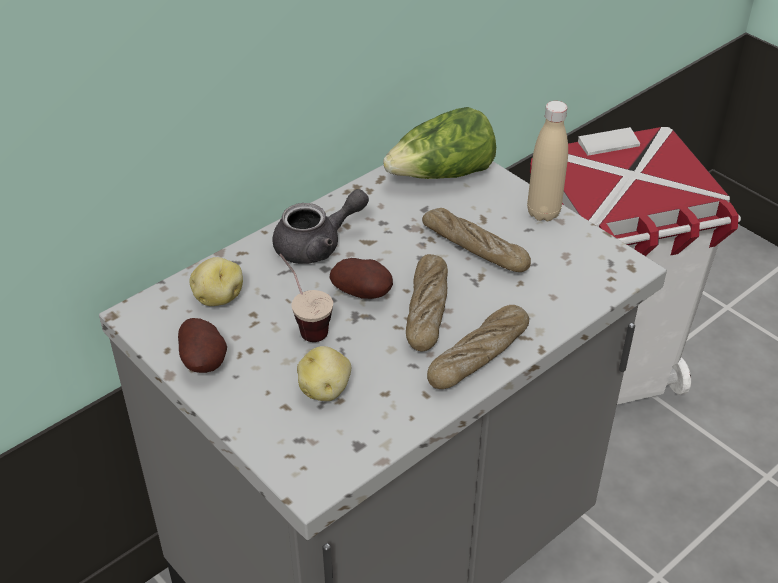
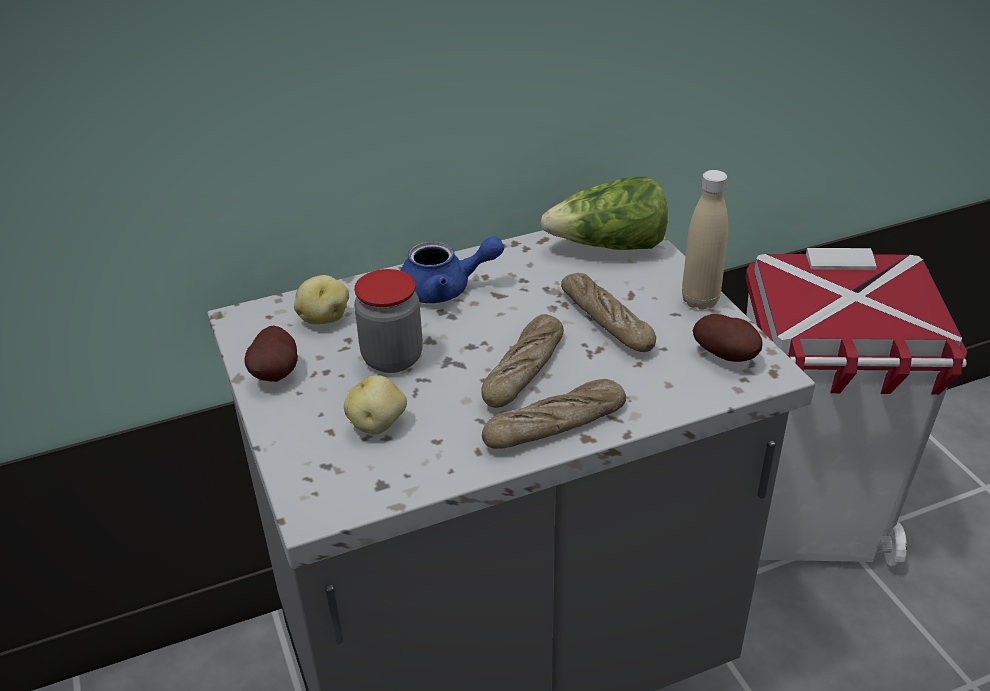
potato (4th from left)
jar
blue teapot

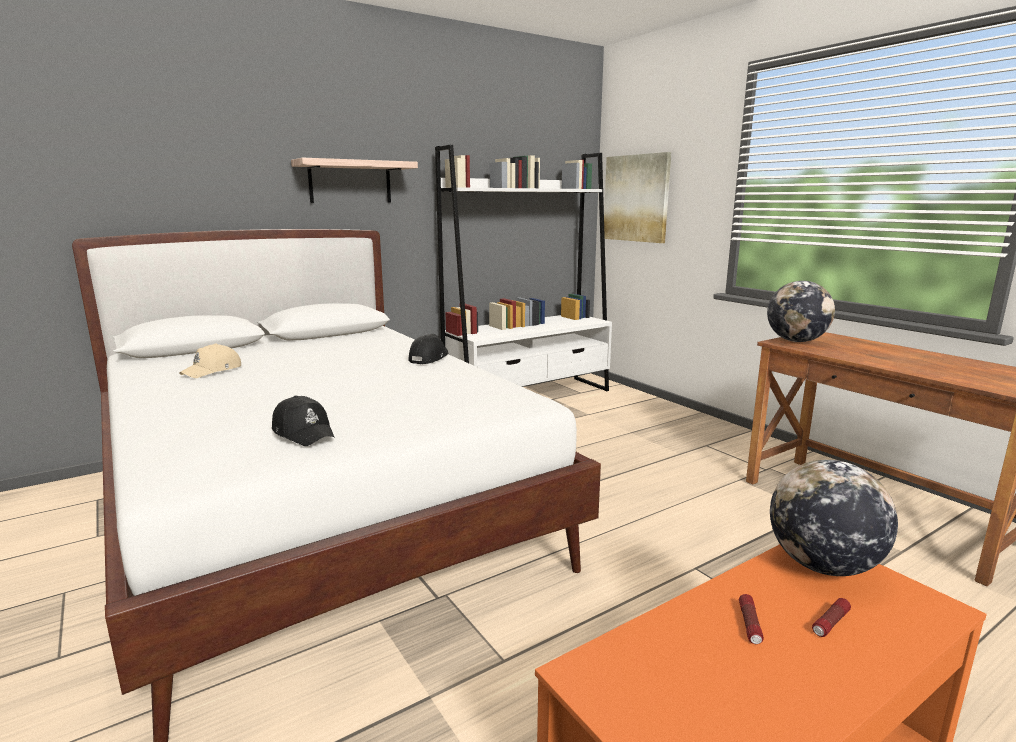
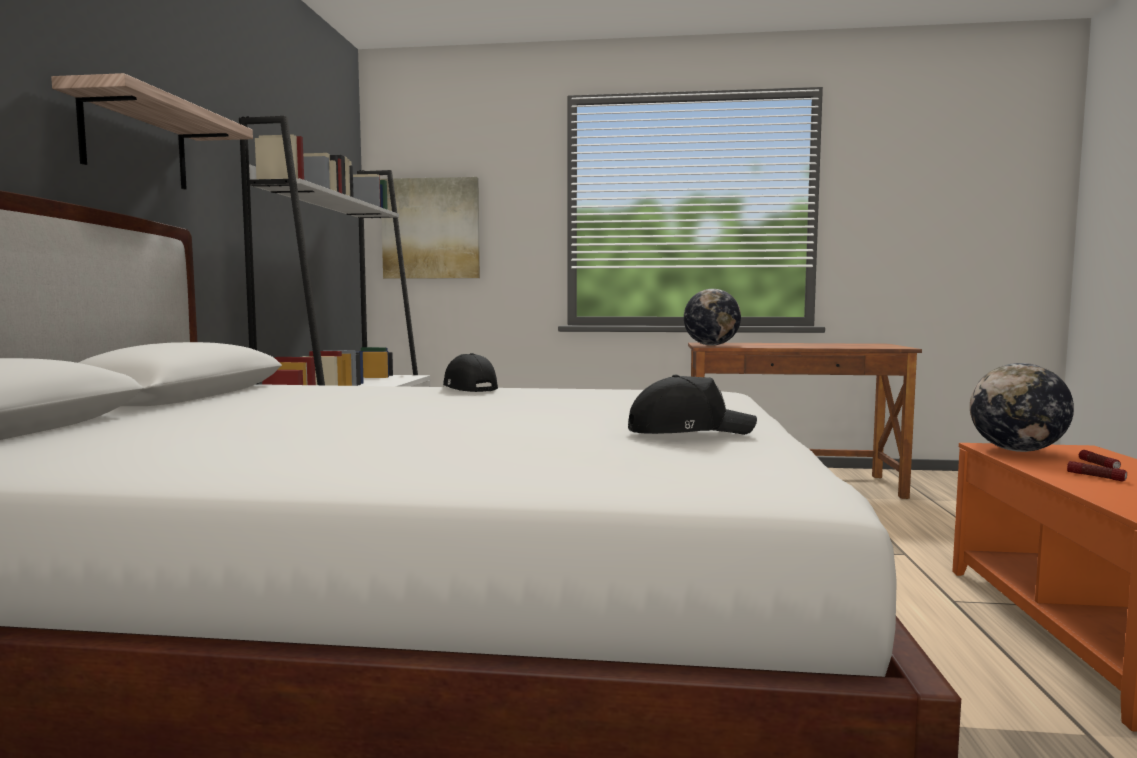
beige cap

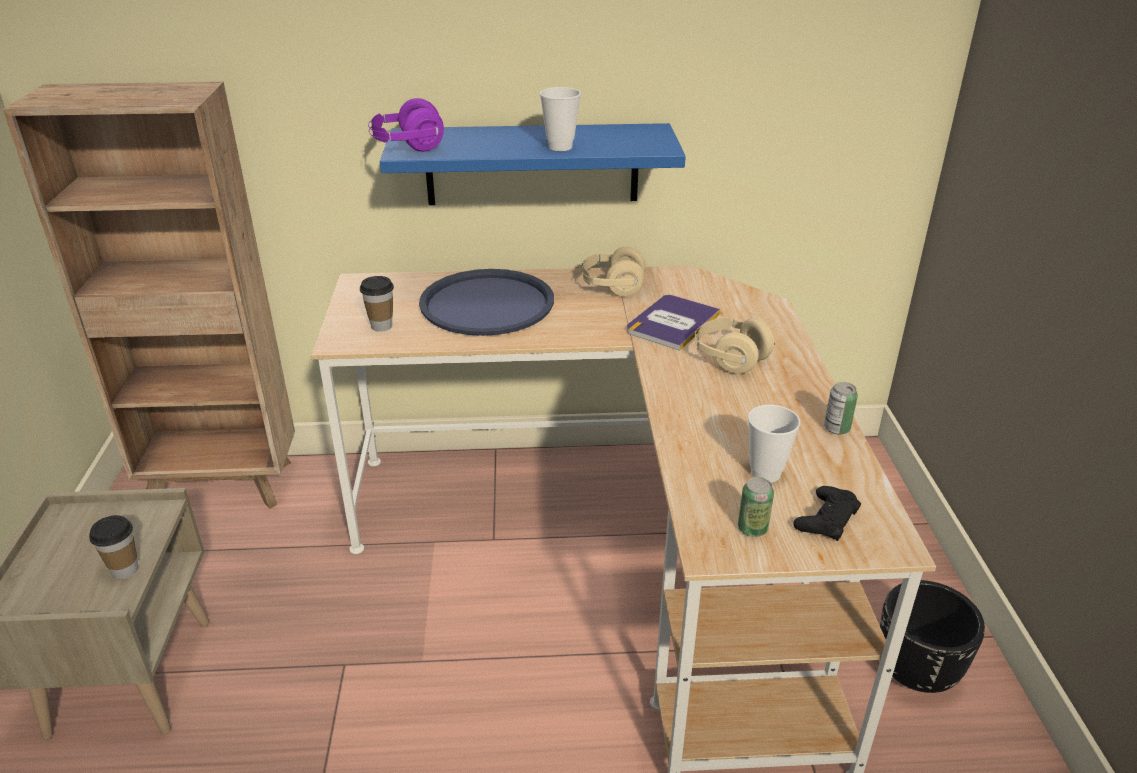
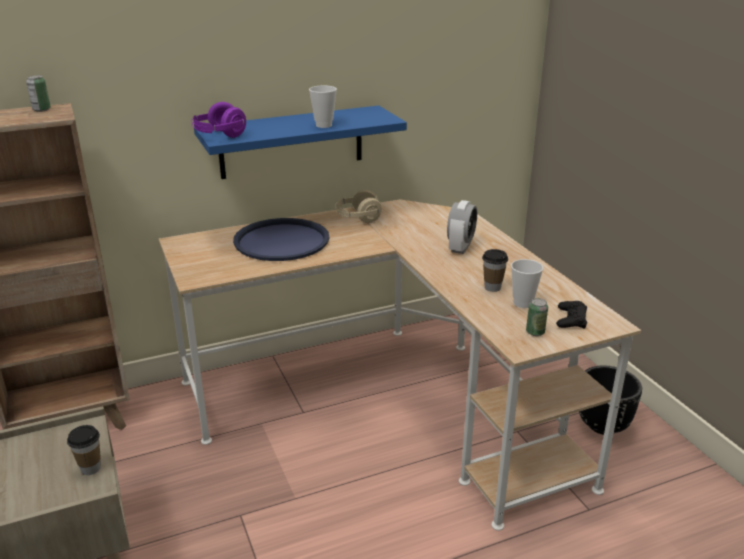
book
cup (3rd from left)
can (1st from left)
alarm clock

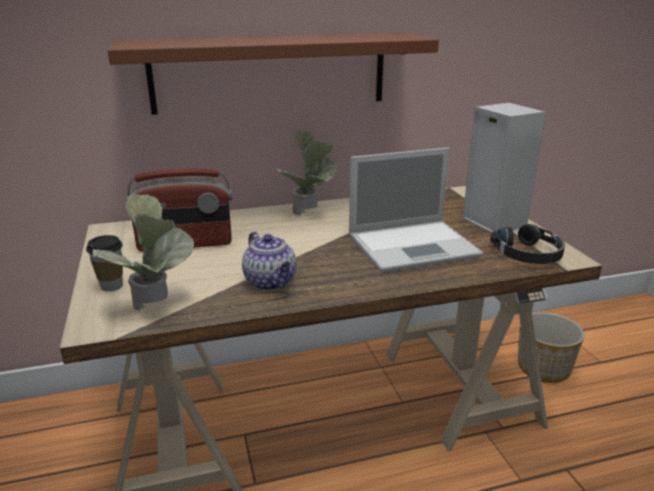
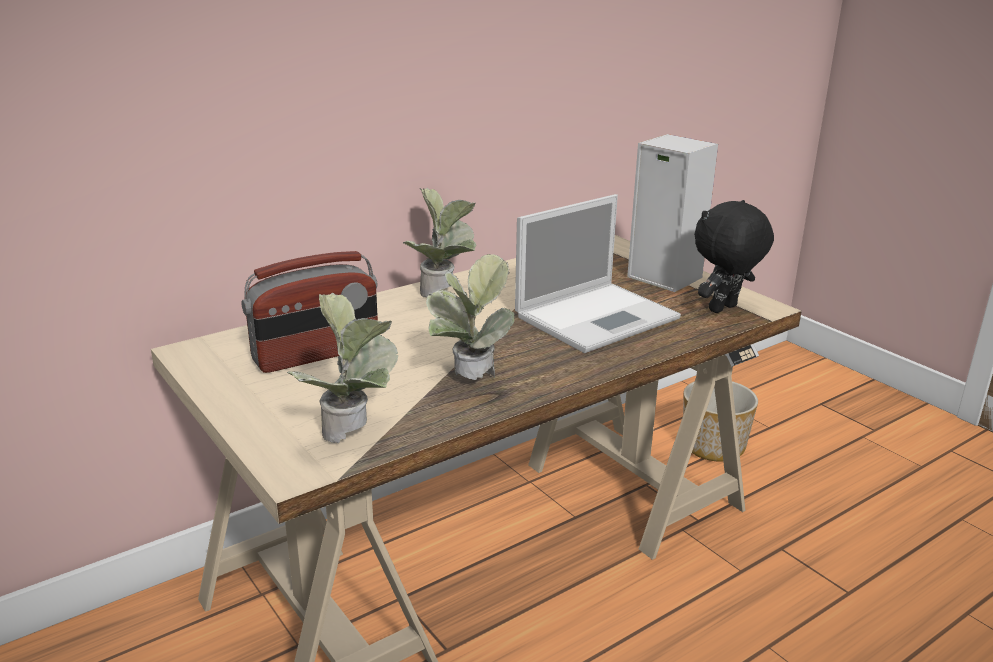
cup
brown shelf
potted plant (3rd from left)
black plush toy

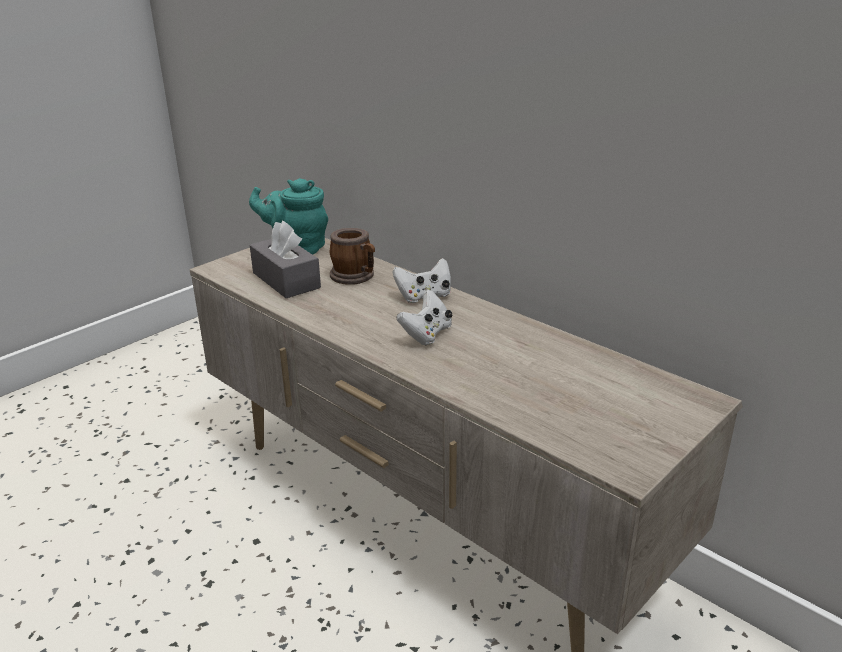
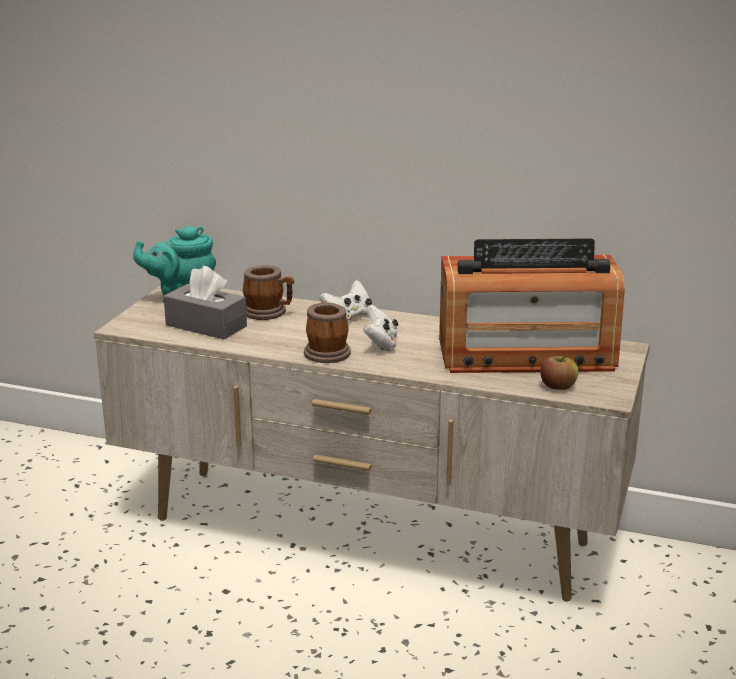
mug (2nd from left)
radio
apple

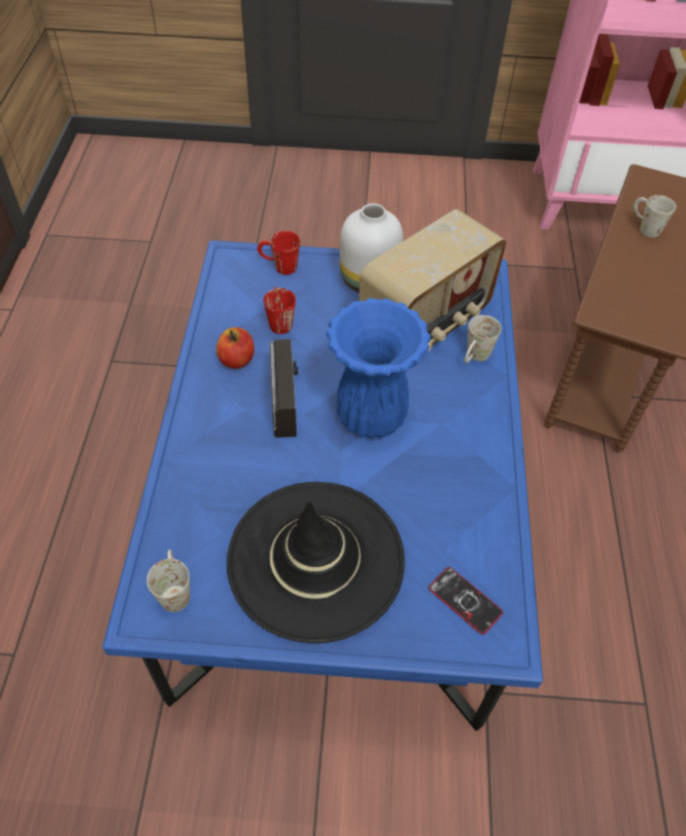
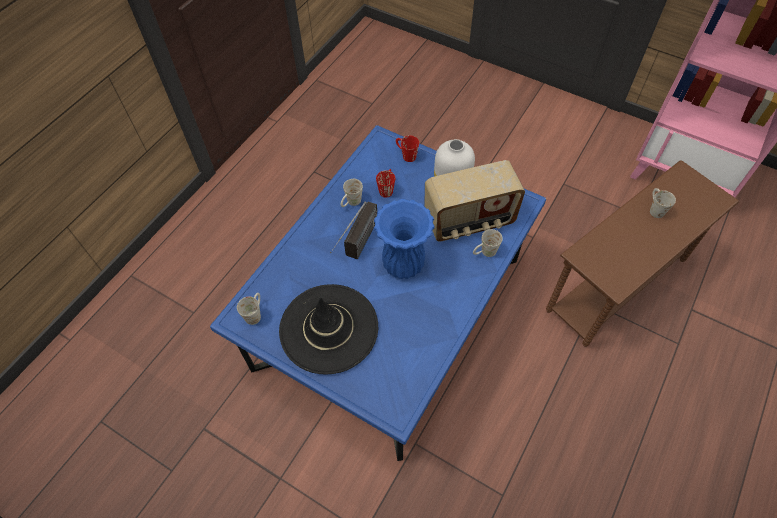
phone
white mug (2nd from left)

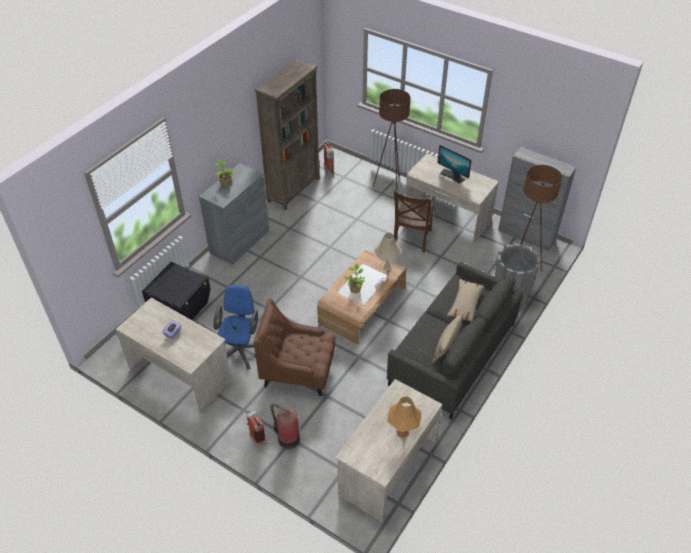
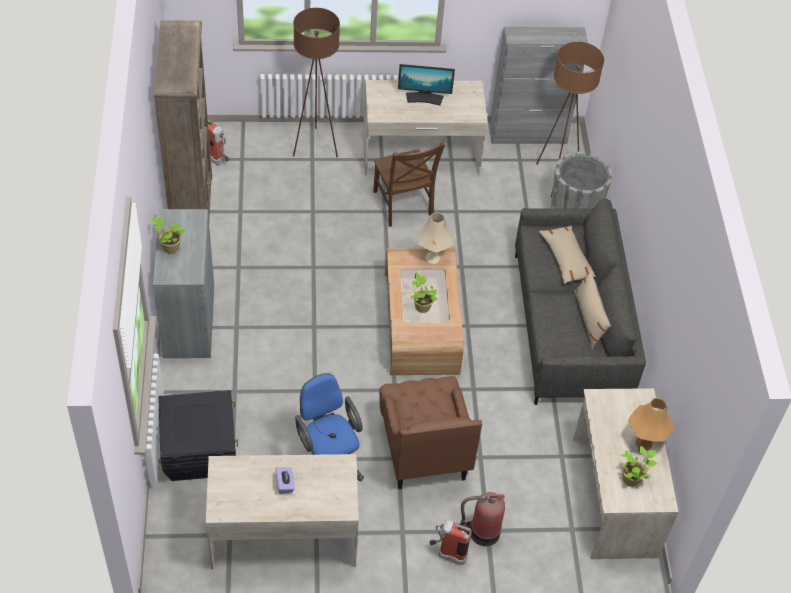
potted plant (3rd from left)
brown armchair

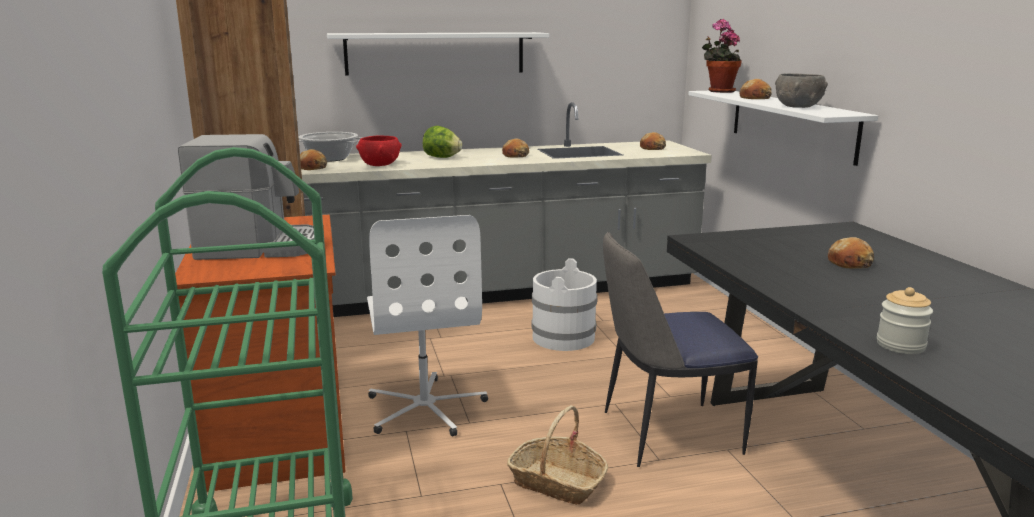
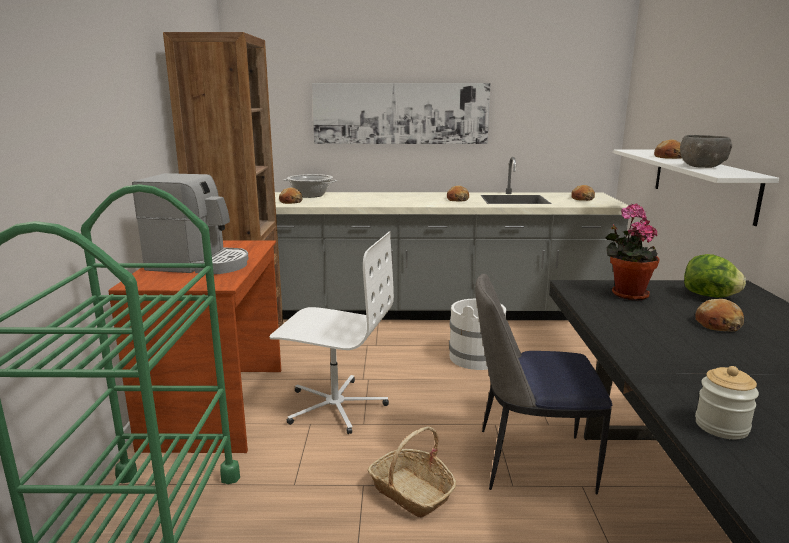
red bowl
lettuce
potted plant
picture
white office chair

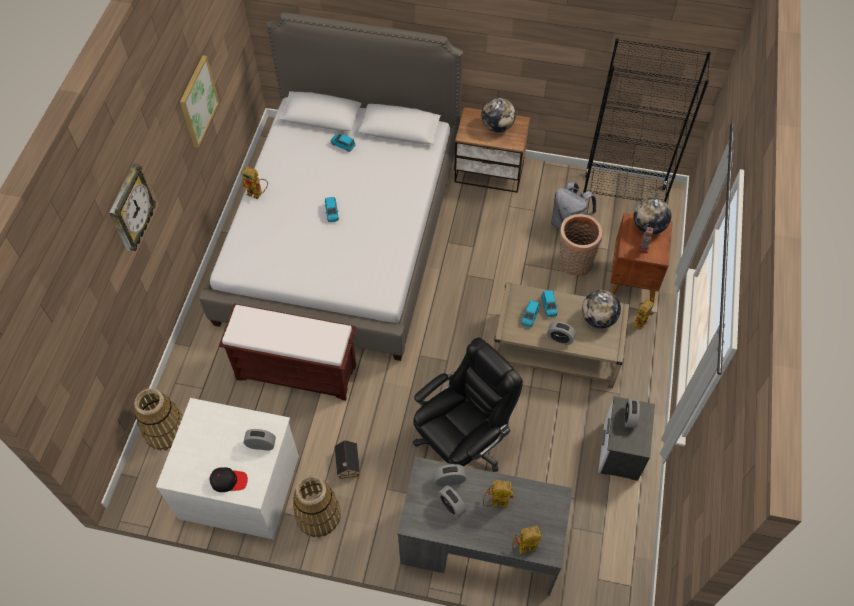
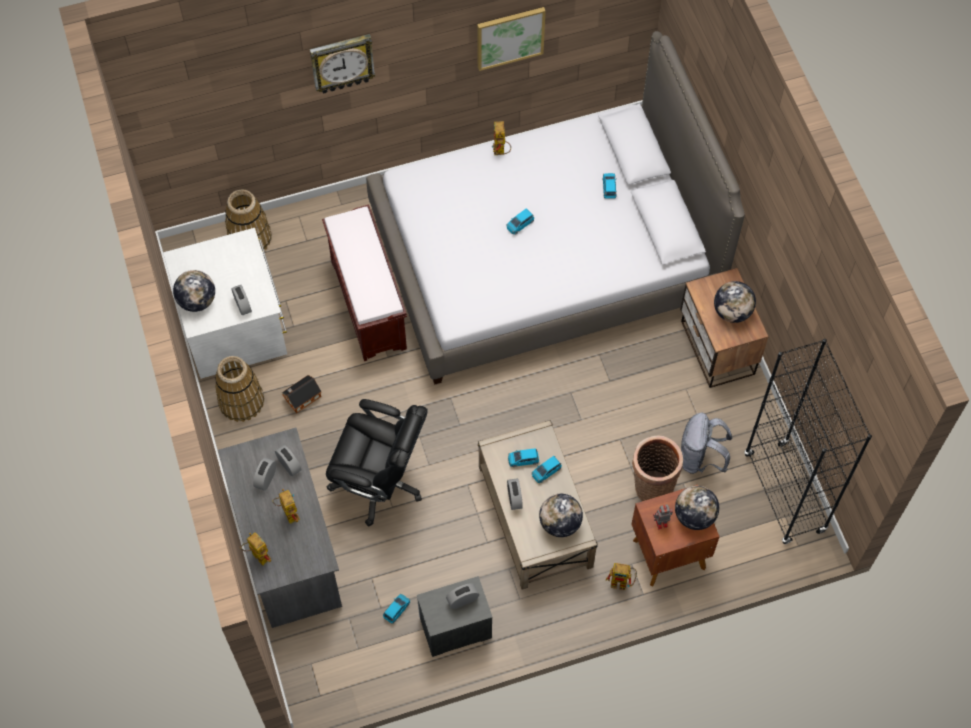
blue toy car (1st from left)
globe (1st from left)

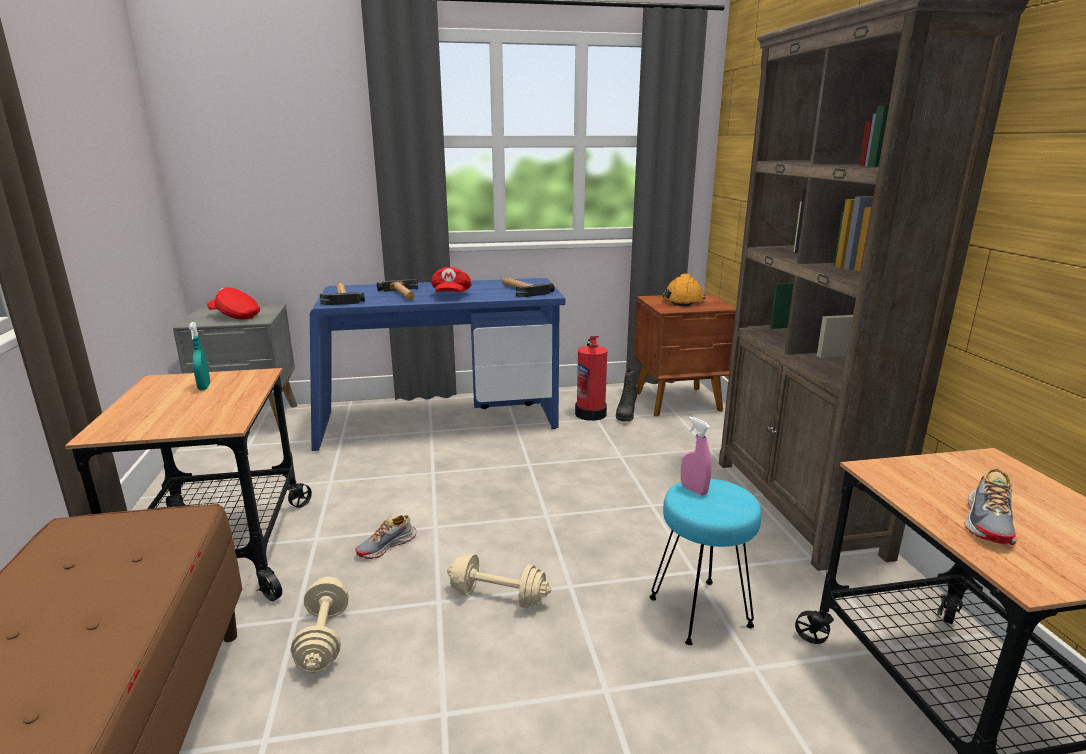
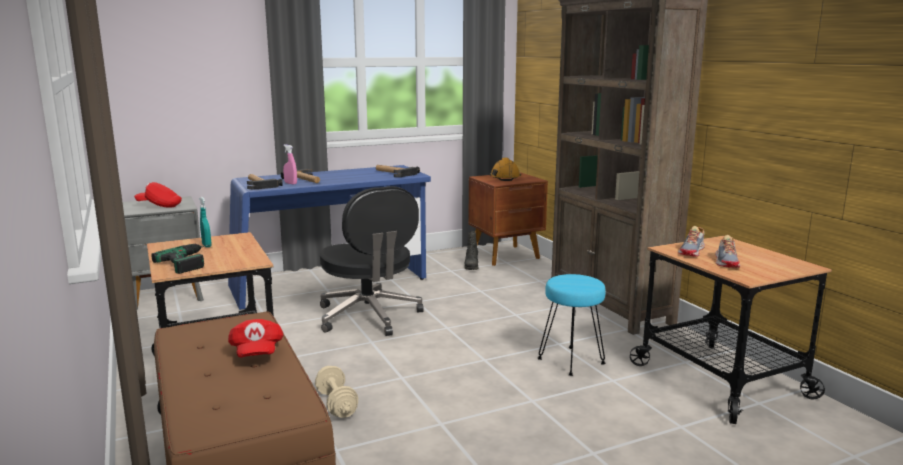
beige dumbbell (2nd from left in the first image)
fire extinguisher
power drill
black office chair
shoe (1st from left)
red cap (2nd from left)
pink spray bottle

